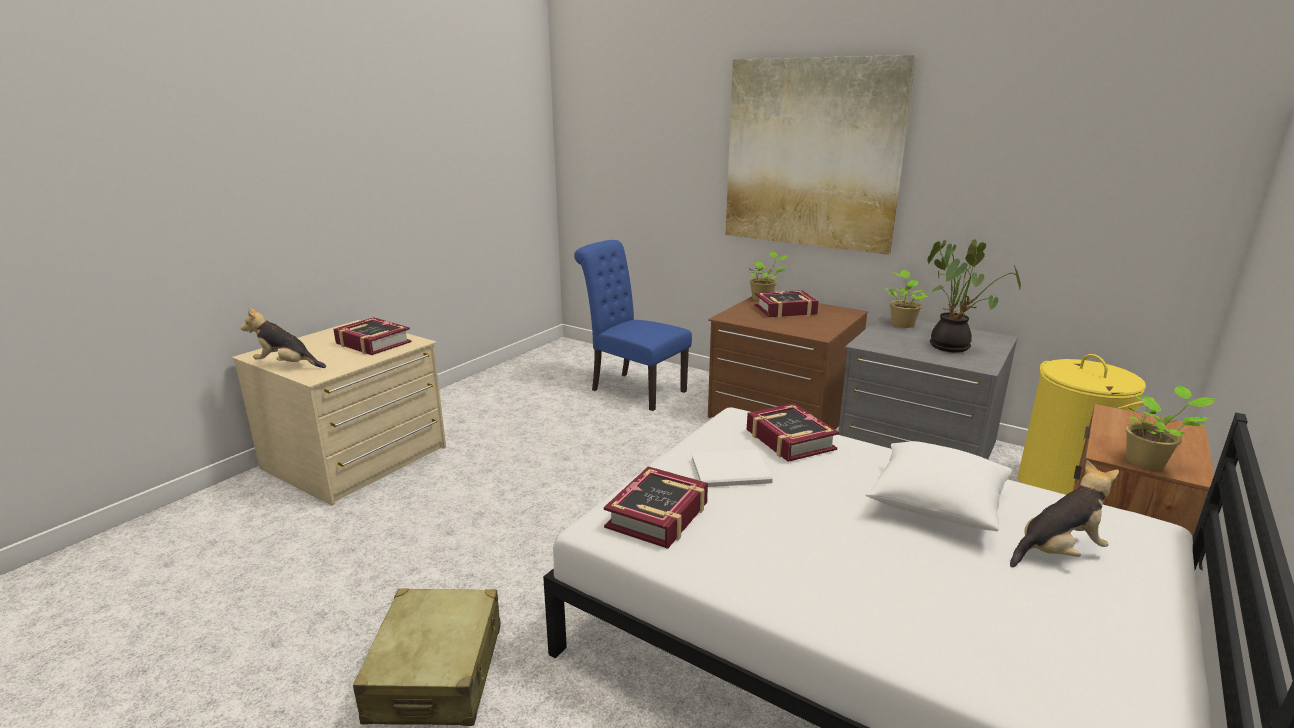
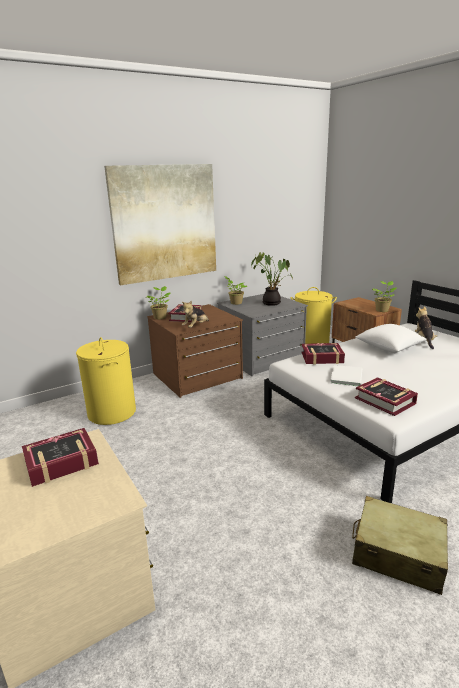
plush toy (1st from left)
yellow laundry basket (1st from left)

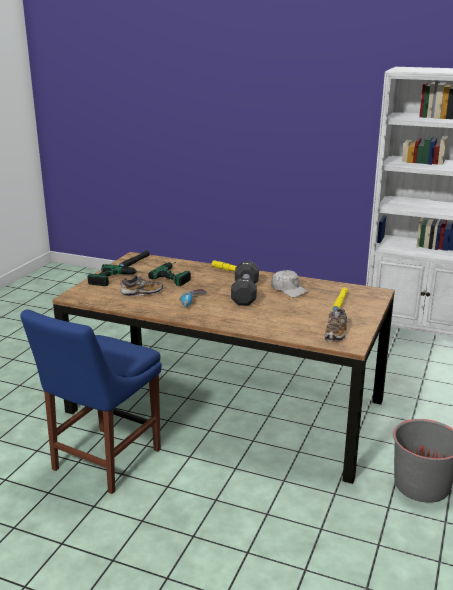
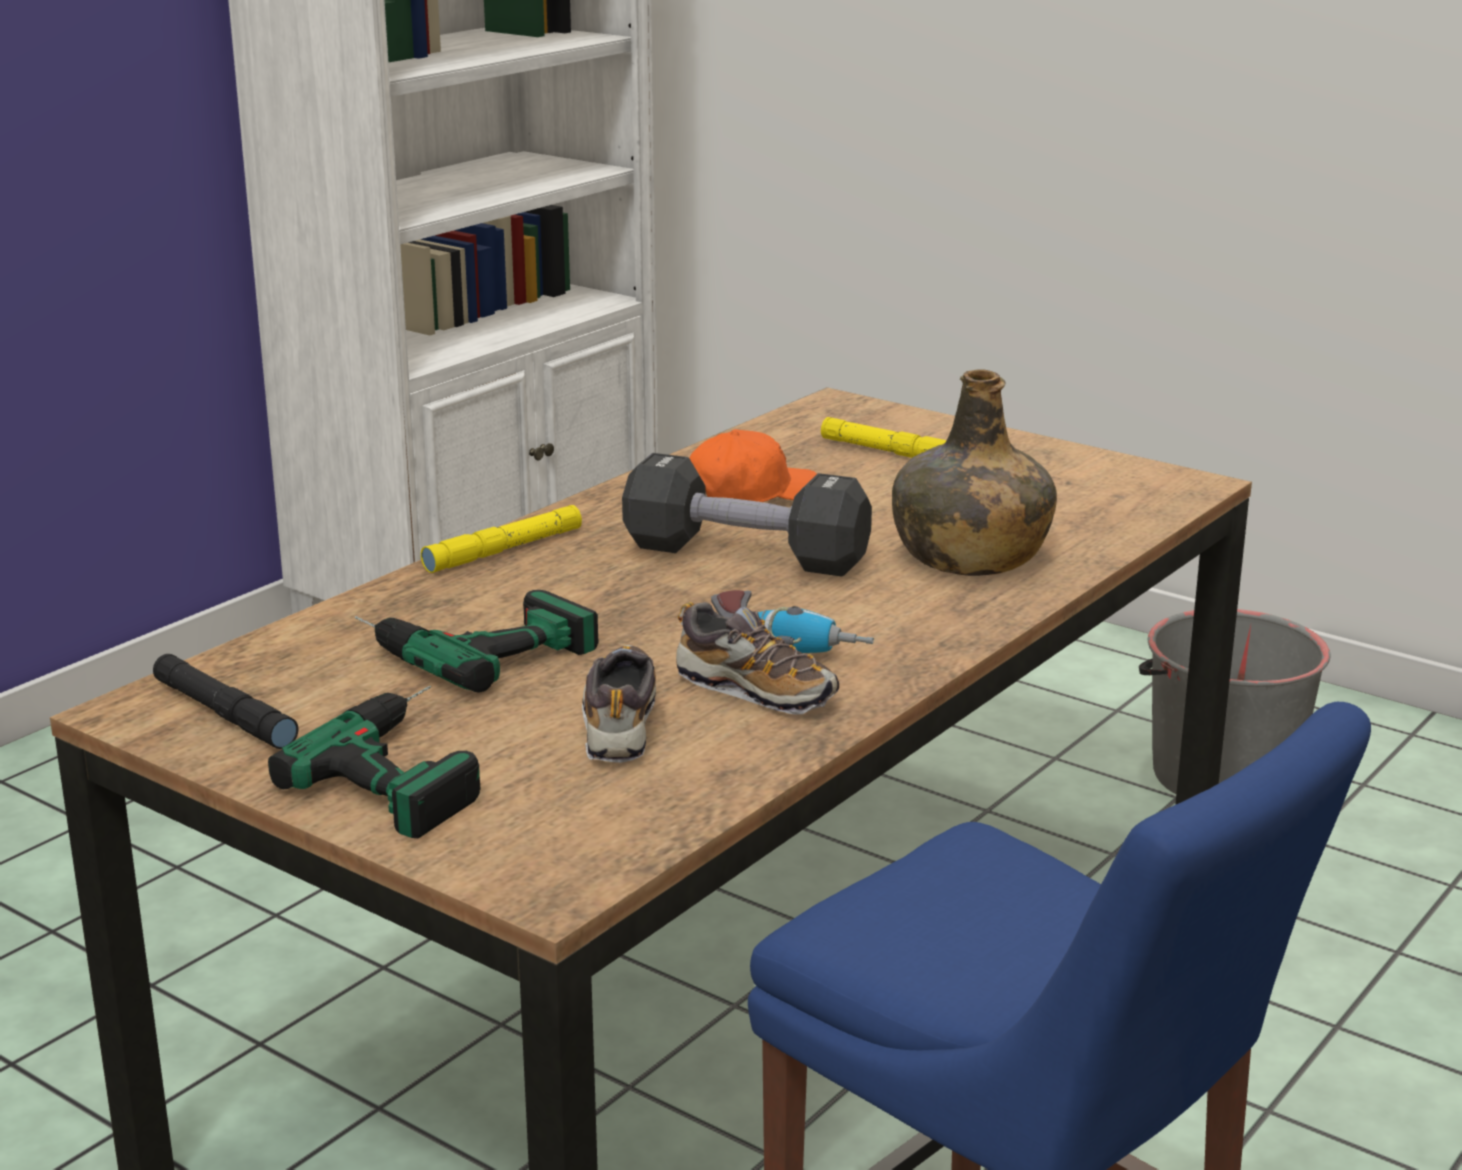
green bottle
shoe (2nd from left)
orange cap

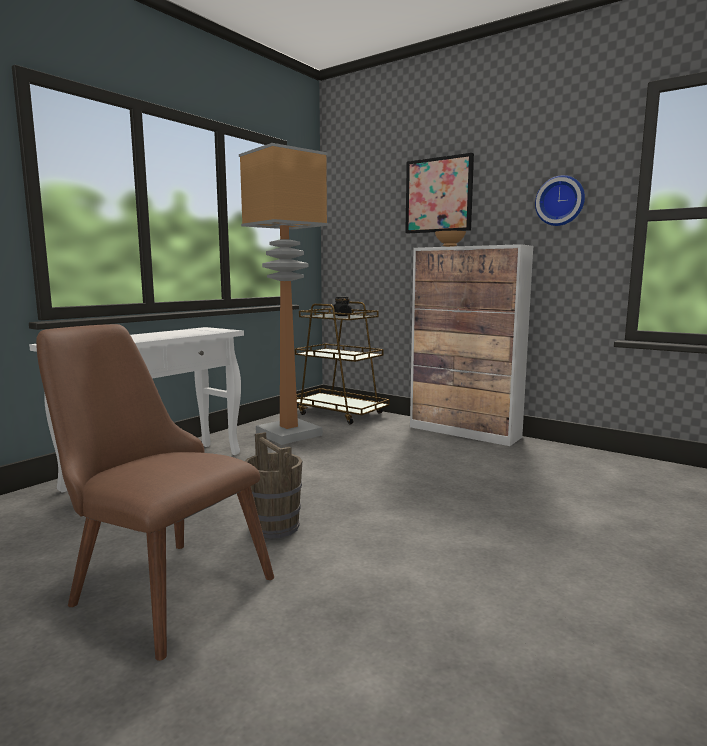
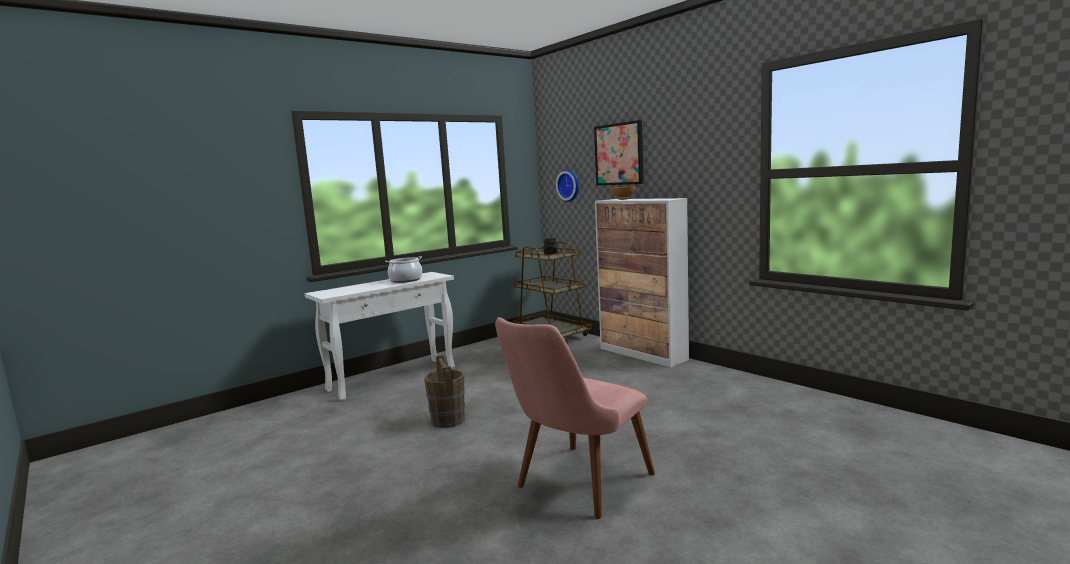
brown chair
floor lamp
cooking pot
pink chair
wall clock

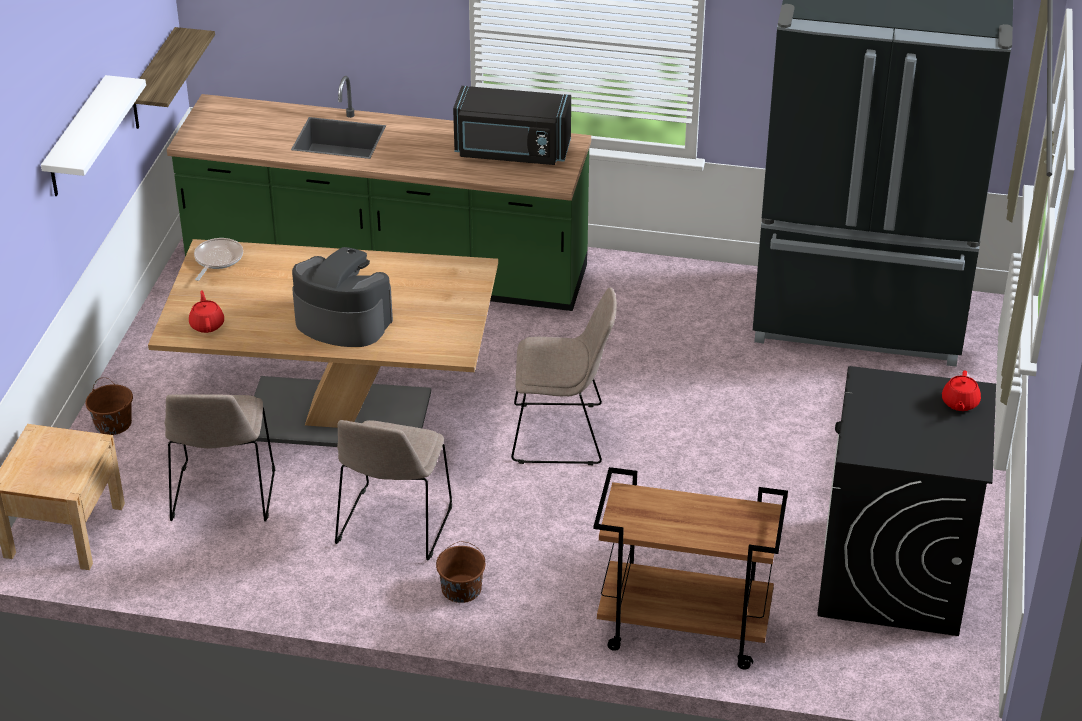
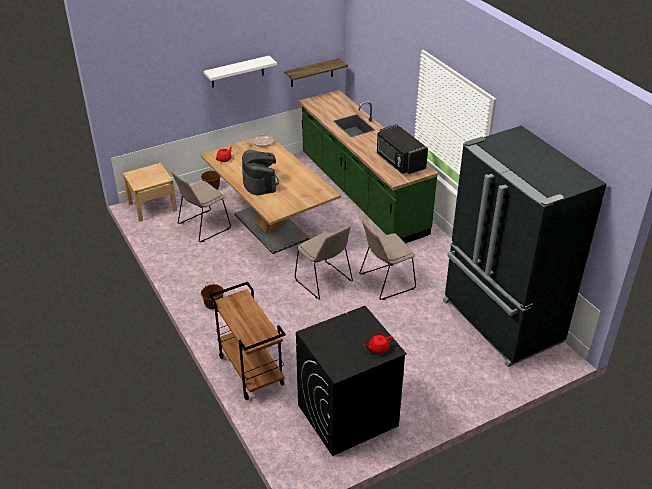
beige chair (3rd from left)

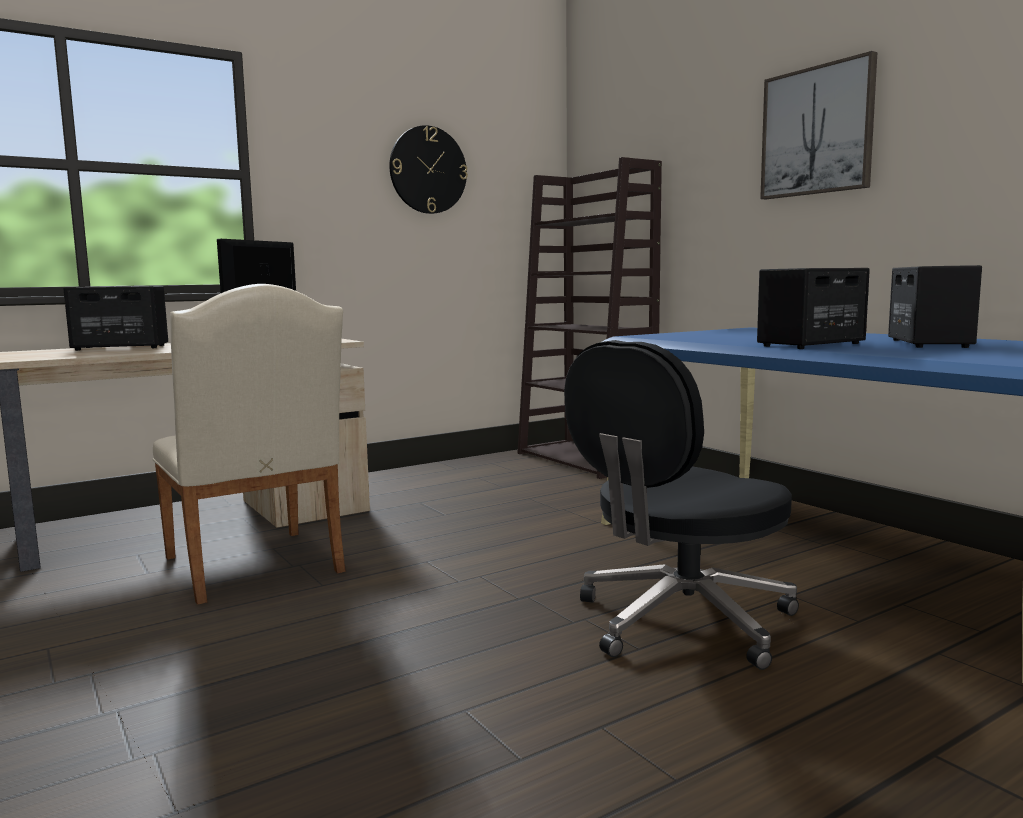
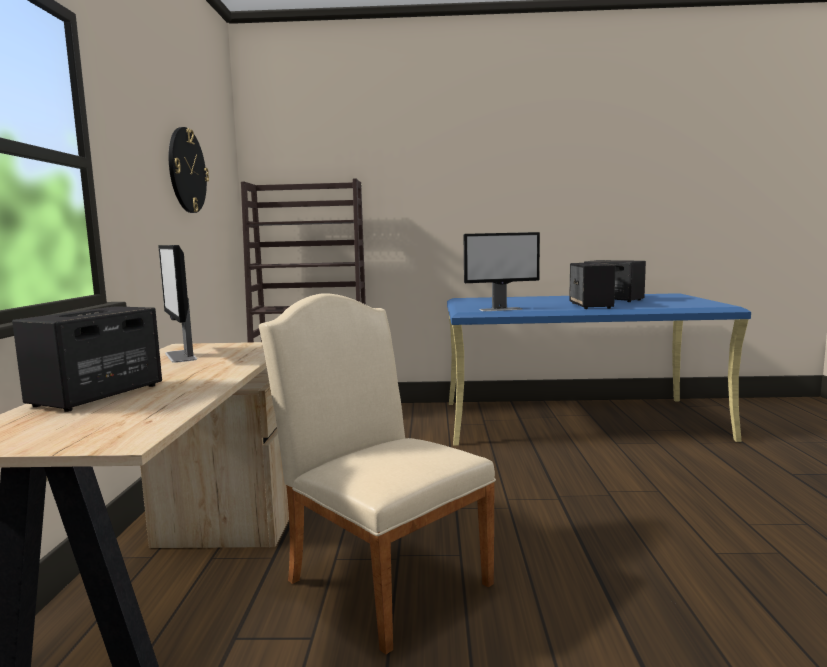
black office chair
picture
monitor (2nd from left)
beige chair

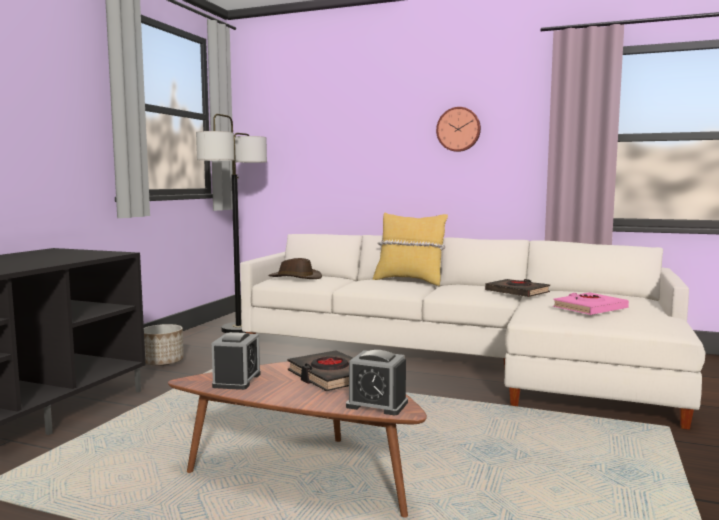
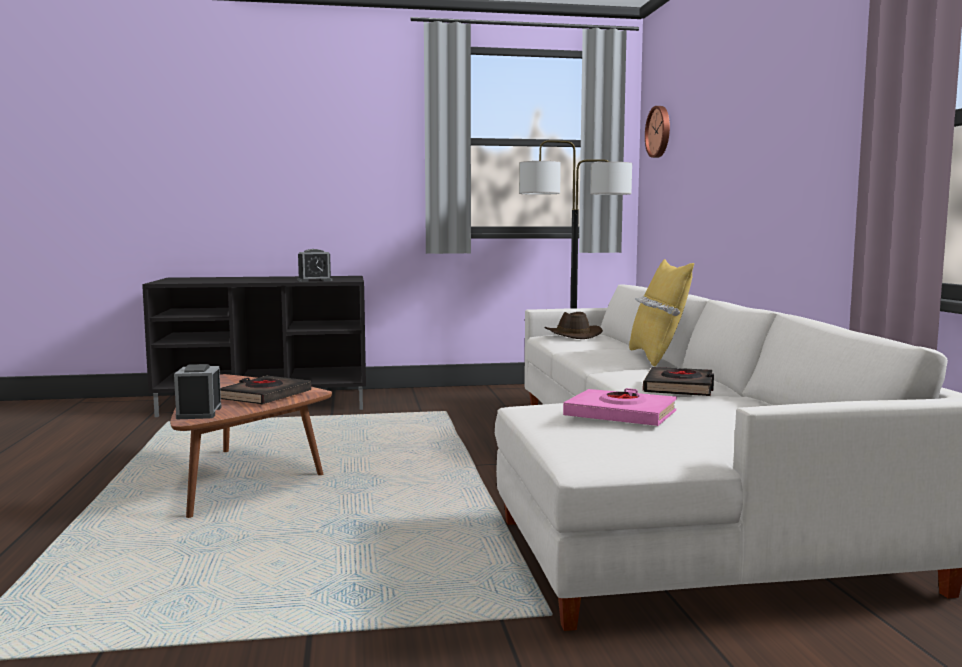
planter
alarm clock (2nd from left)
wall clock

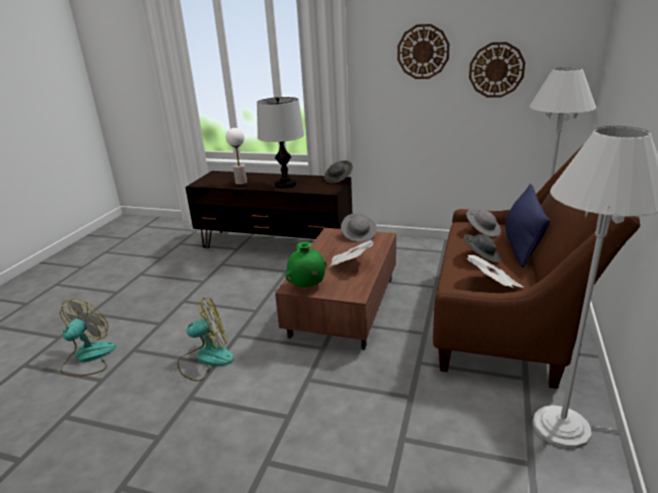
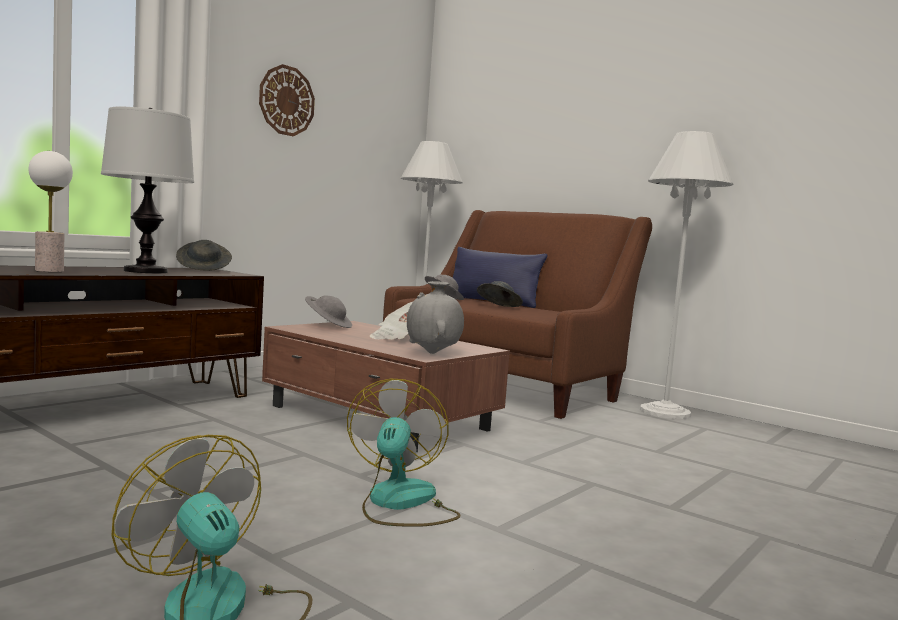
newspaper (2nd from left in the first image)
wall clock (2nd from left in the first image)
grey vase

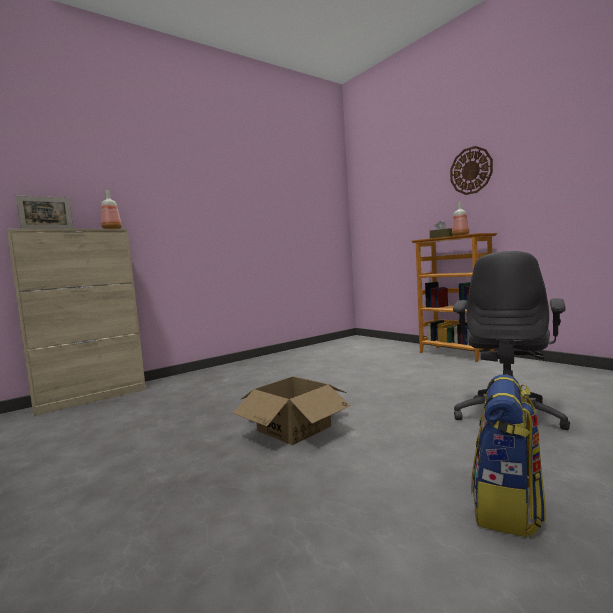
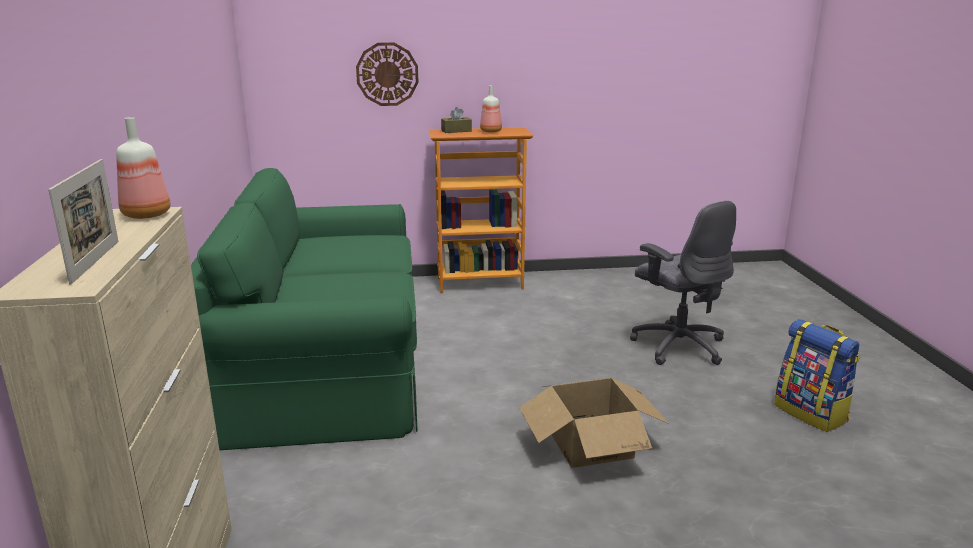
green sofa
wall clock

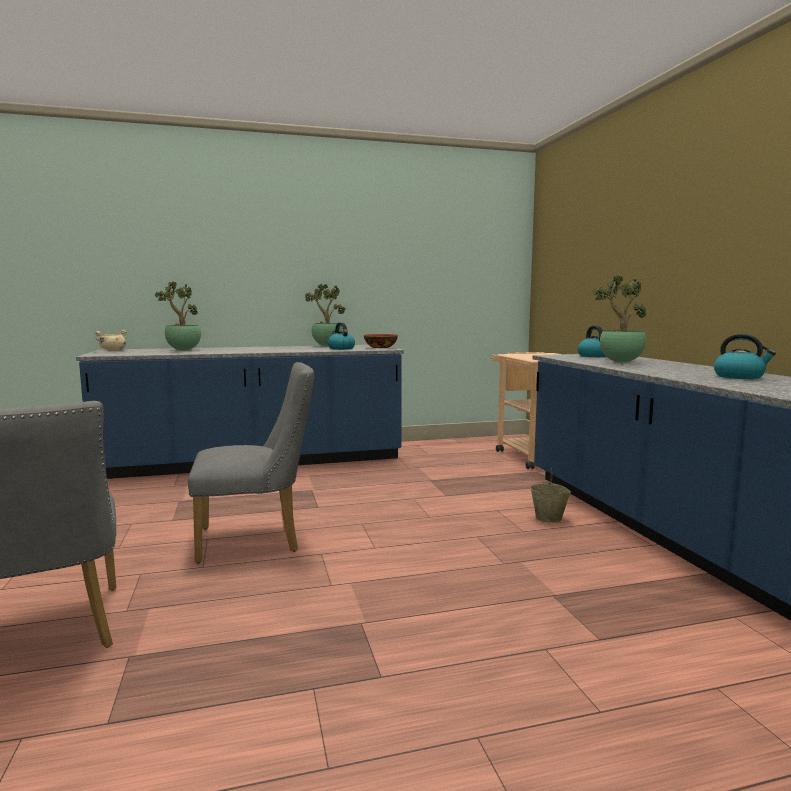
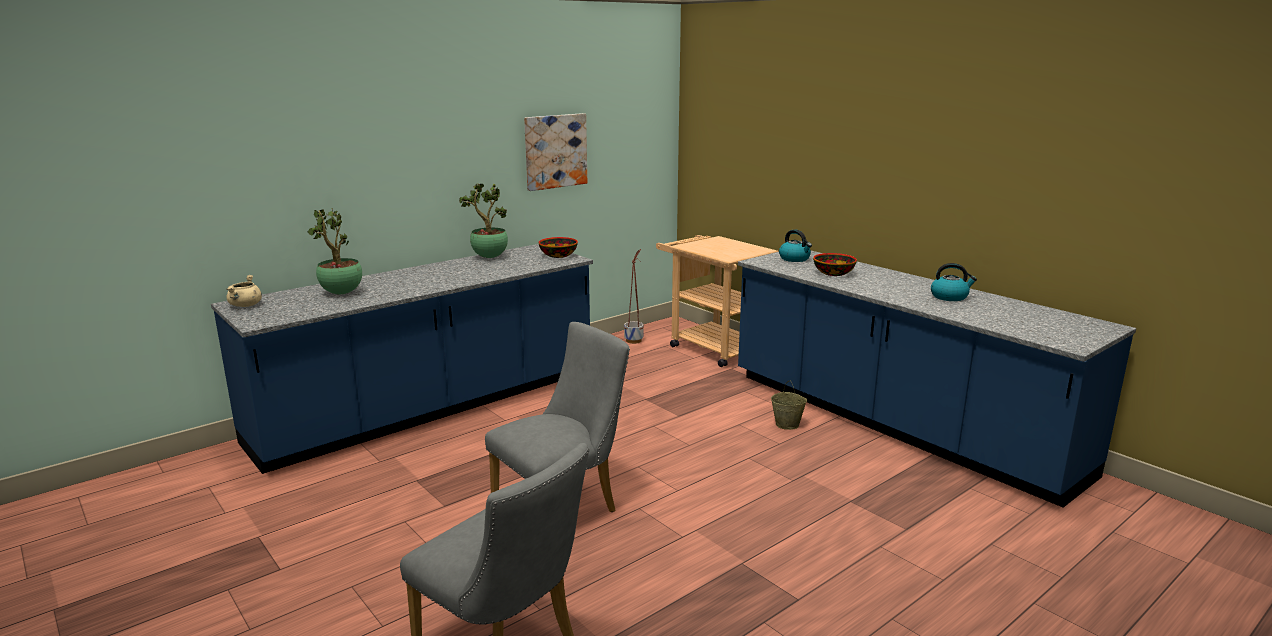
kettle (1st from left in the first image)
picture
planter
bowl (2nd from left)

